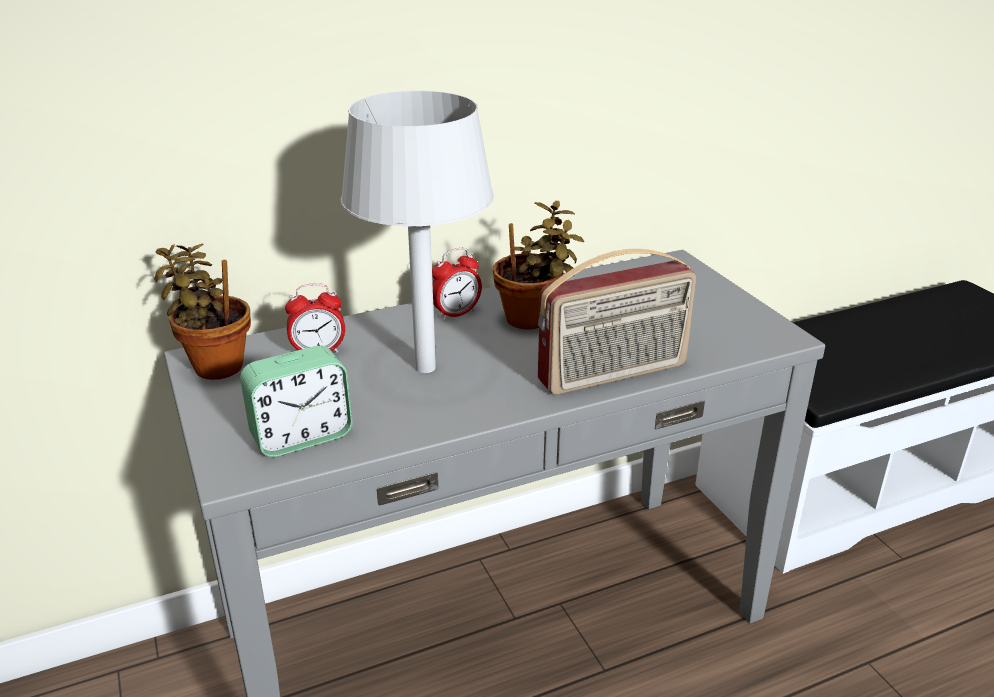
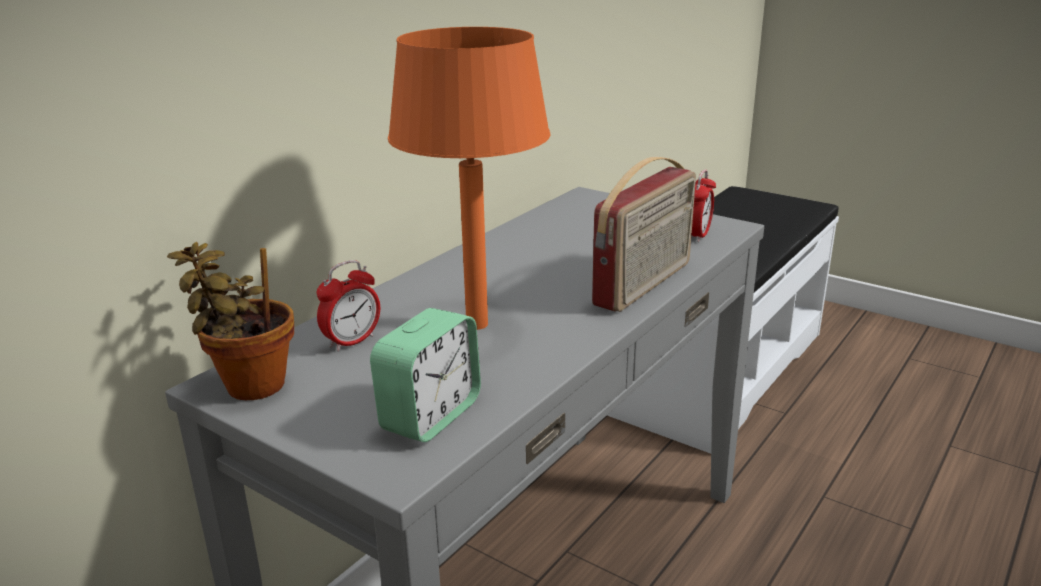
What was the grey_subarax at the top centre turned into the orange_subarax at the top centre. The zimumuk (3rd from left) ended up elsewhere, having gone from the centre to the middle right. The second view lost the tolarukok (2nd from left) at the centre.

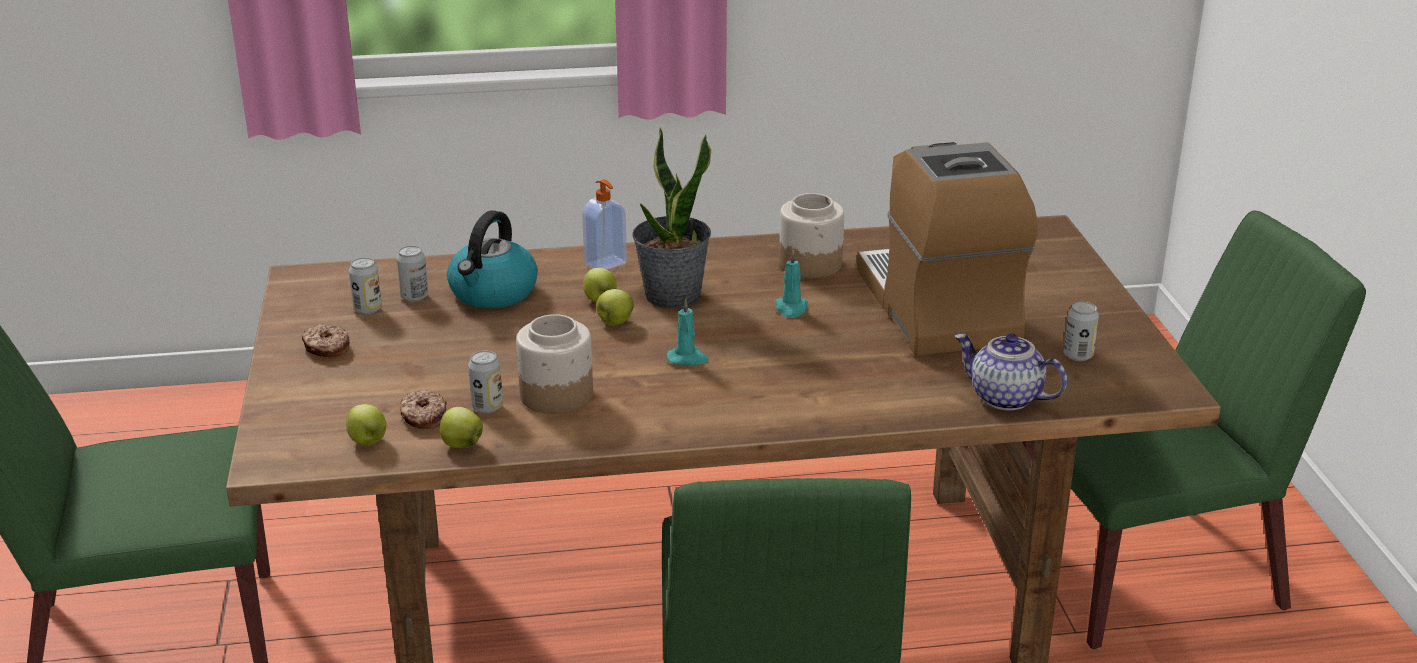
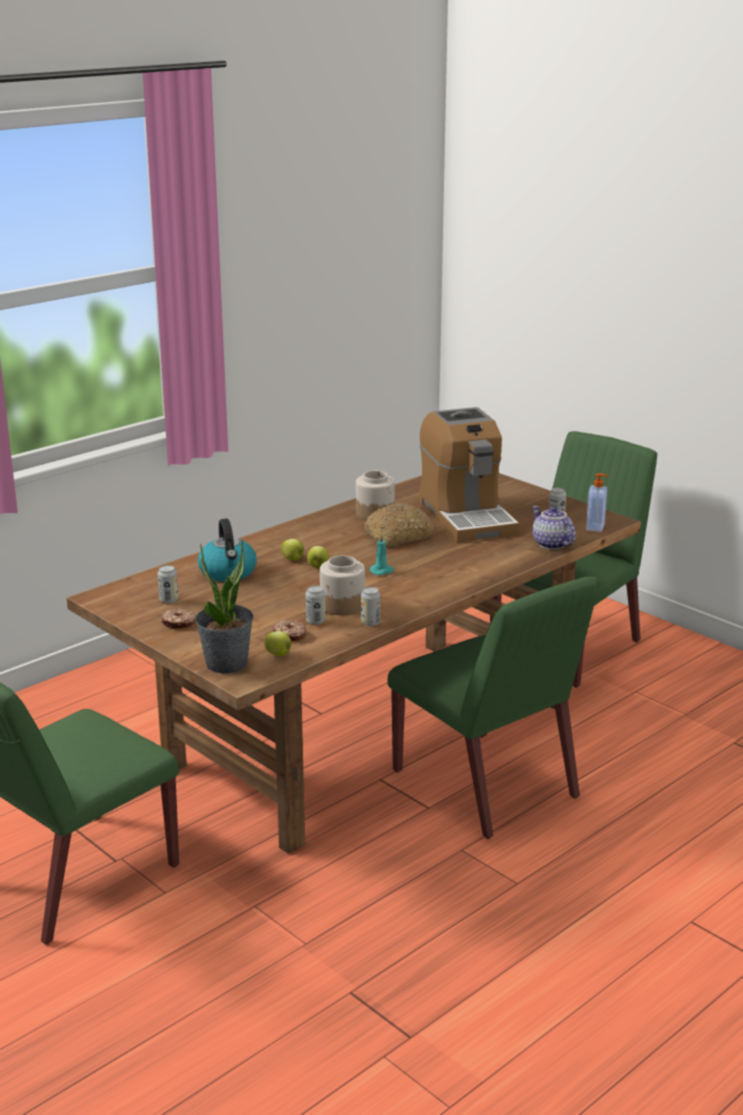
The tolarukok ended up elsewhere, having gone from the top centre to the middle left. The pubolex (2nd from left in the first image) ended up elsewhere, having gone from the middle left to the centre. Where the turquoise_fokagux (2nd from left) stood at the centre, the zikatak came to stand at the centre. The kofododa at the middle right ended up facing another way, 150 degrees counterclockwise from before. The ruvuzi at the middle right ended up facing another way, 60 degrees clockwise from before. The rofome ended up elsewhere, having gone from the centre to the middle right. The second view lost the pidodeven (2nd from left) at the middle left.

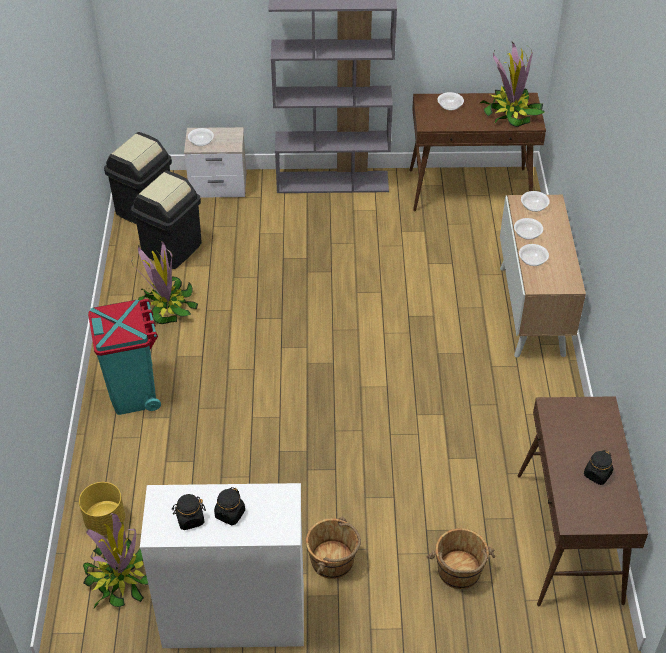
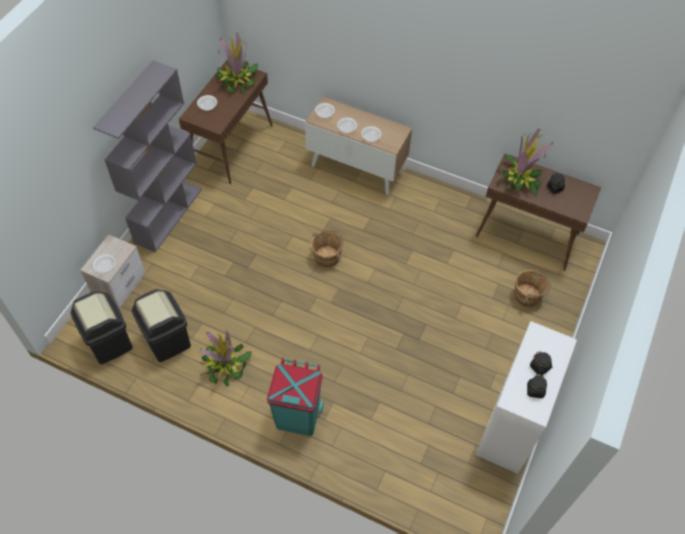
The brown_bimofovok (1st from left) ended up elsewhere, having gone from the bottom centre to the centre. The tolarukok (1st from left in the first image) ended up elsewhere, having gone from the bottom left to the top right. The second view lost the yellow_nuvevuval at the bottom left.

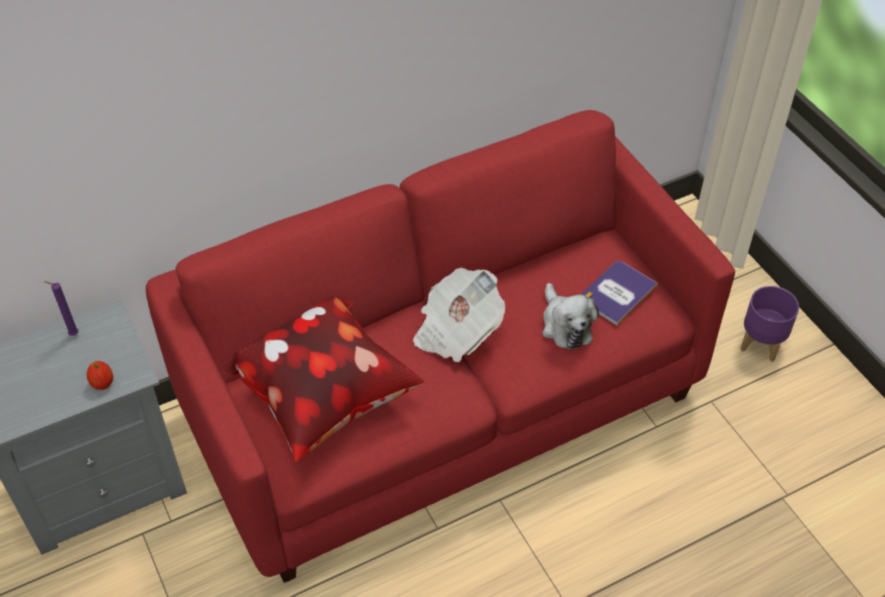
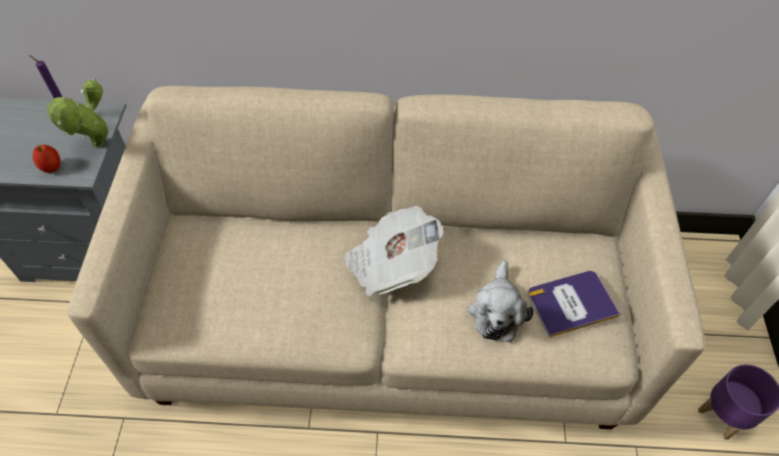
The second view gained the tolarukok at the top left. What was the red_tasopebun at the centre turned into the beige_tasopebun at the centre. The second view lost the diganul at the centre.

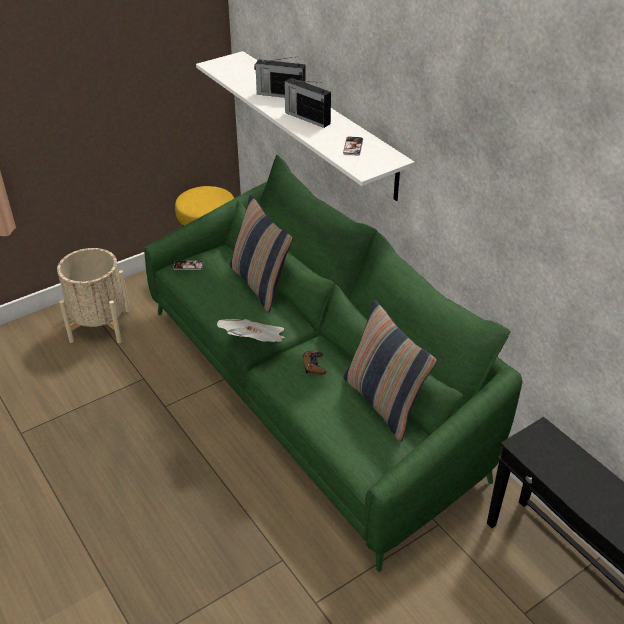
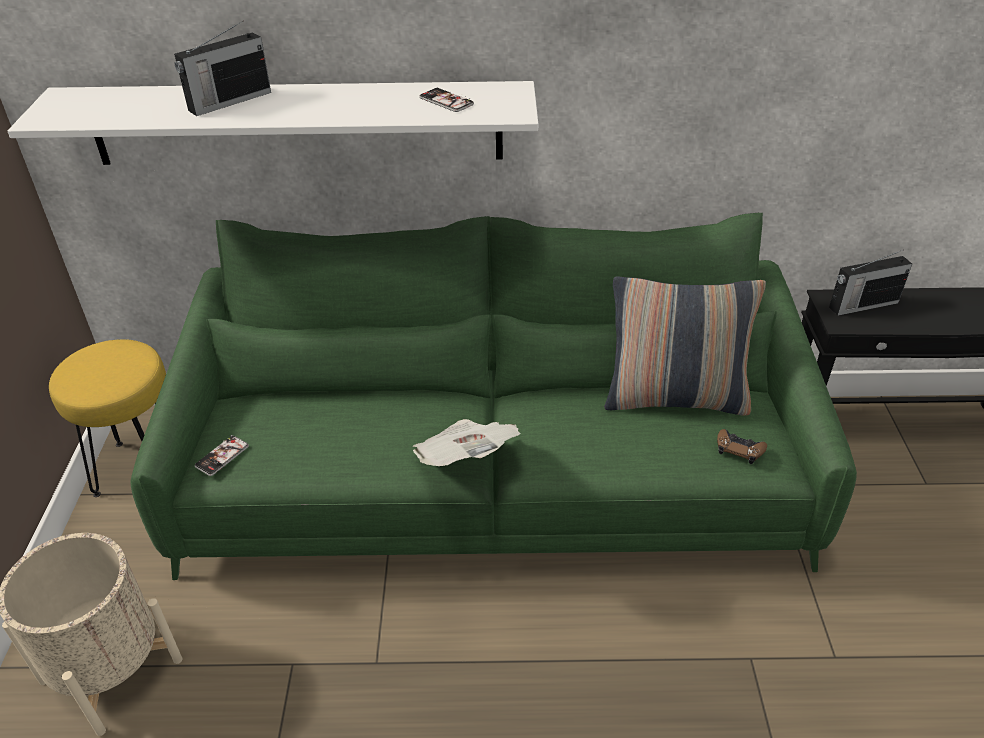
The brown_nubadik ended up elsewhere, having gone from the centre to the middle right. The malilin (2nd from left) ended up elsewhere, having gone from the top centre to the middle right. The second view lost the diganul (1st from left) at the centre.

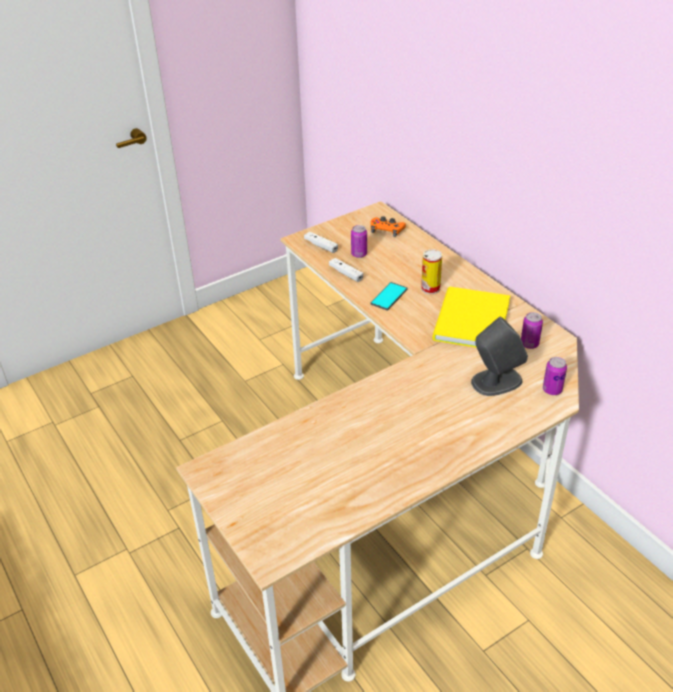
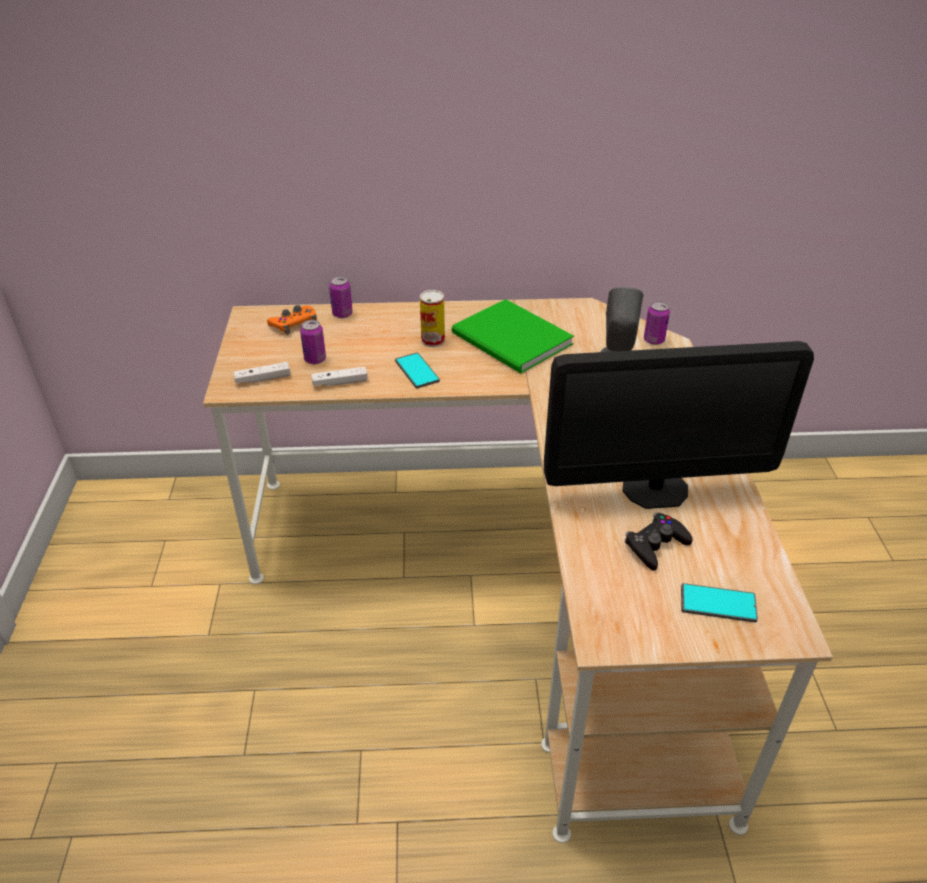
The pubolex (3rd from left in the first image) ended up elsewhere, having gone from the middle right to the centre. What was the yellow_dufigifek at the middle right turned into the green_dufigifek at the centre. The second view gained the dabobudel at the middle right. The second view gained the black_nubadik at the middle right. The second view gained the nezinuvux (2nd from left) at the bottom right.

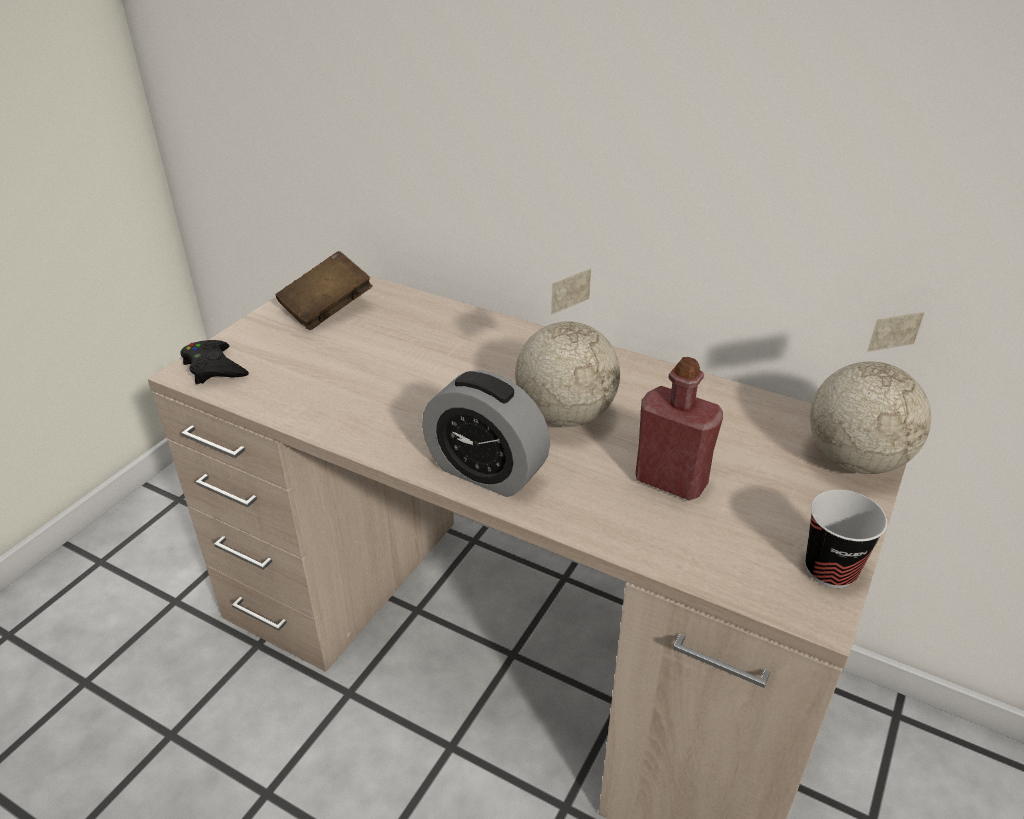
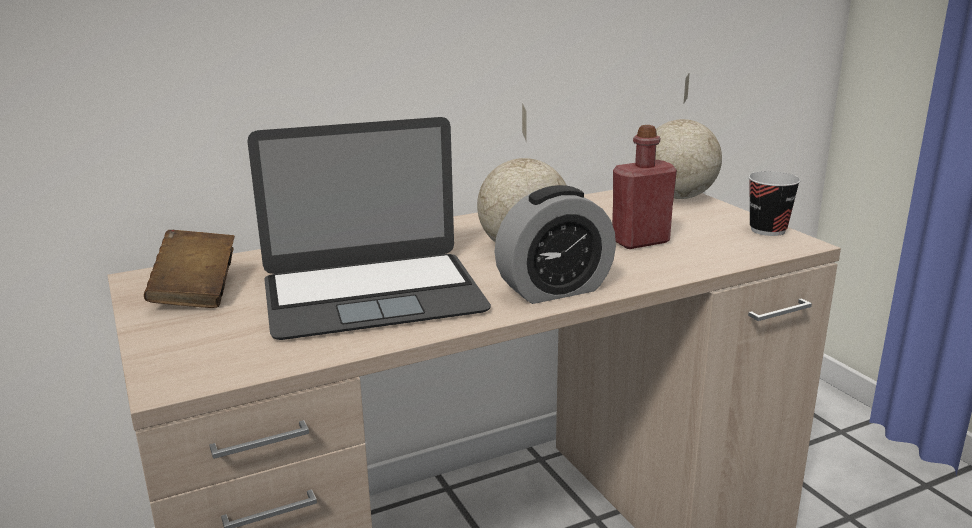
The second view gained the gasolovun at the centre. The second view lost the black_nubadik at the middle left.

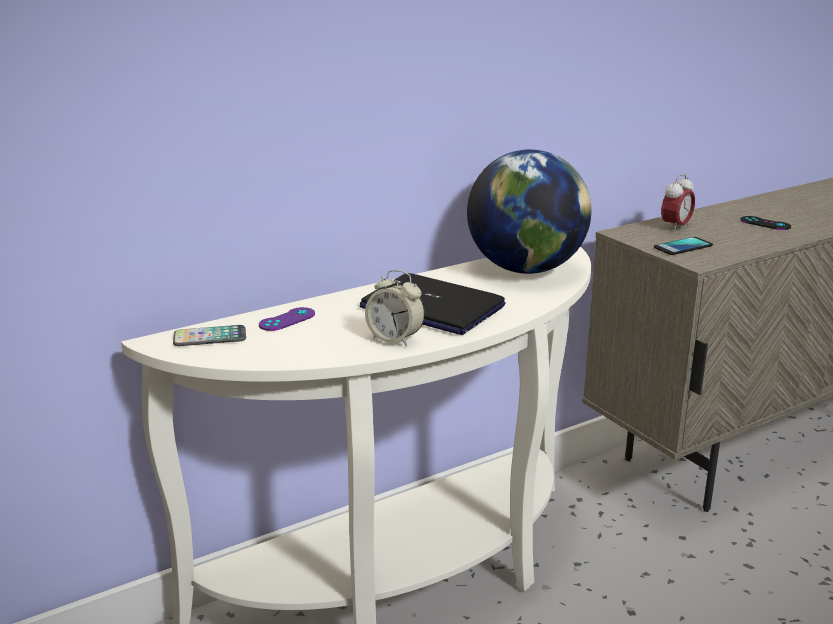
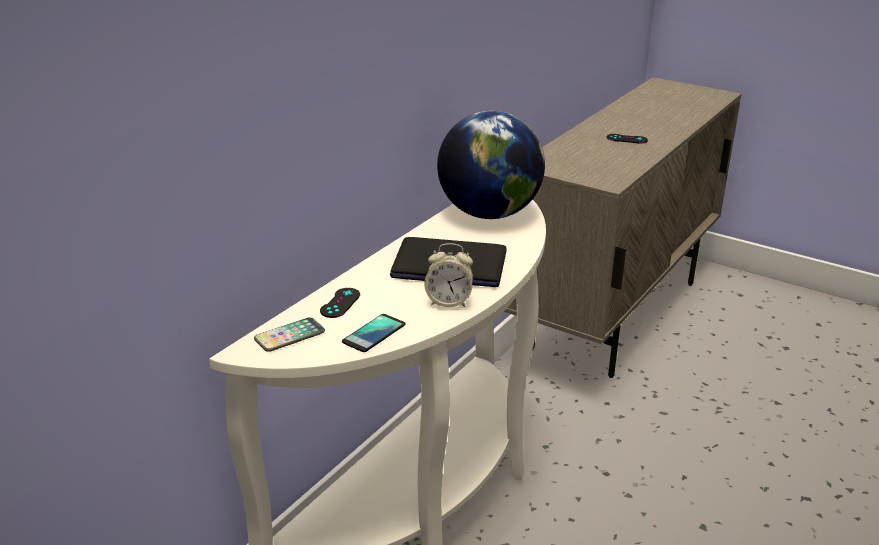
What was the purple_nubadik at the centre turned into the black_nubadik (1st from left) at the centre. The nezinuvux (2nd from left) ended up elsewhere, having gone from the middle right to the centre. The second view lost the zimumuk (2nd from left) at the top right.

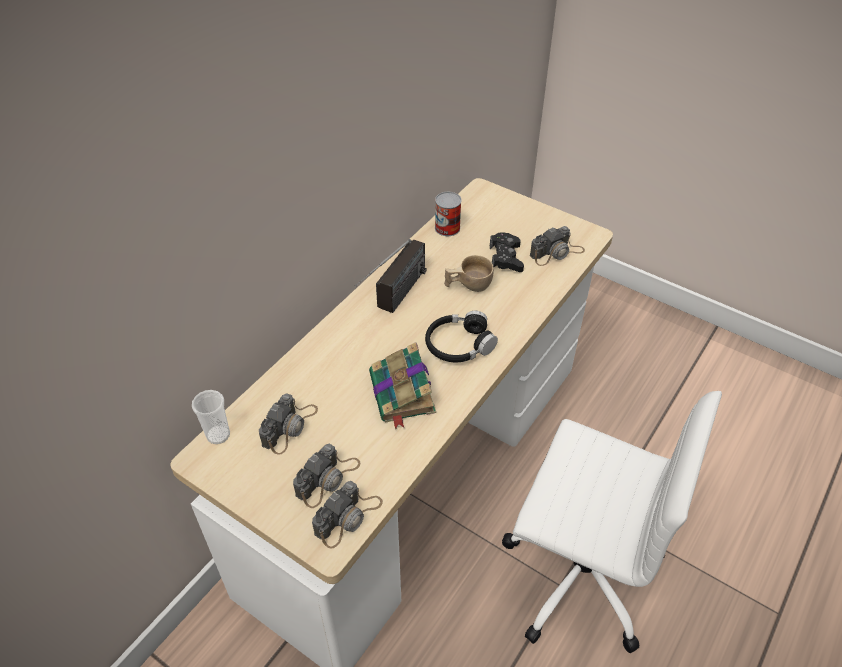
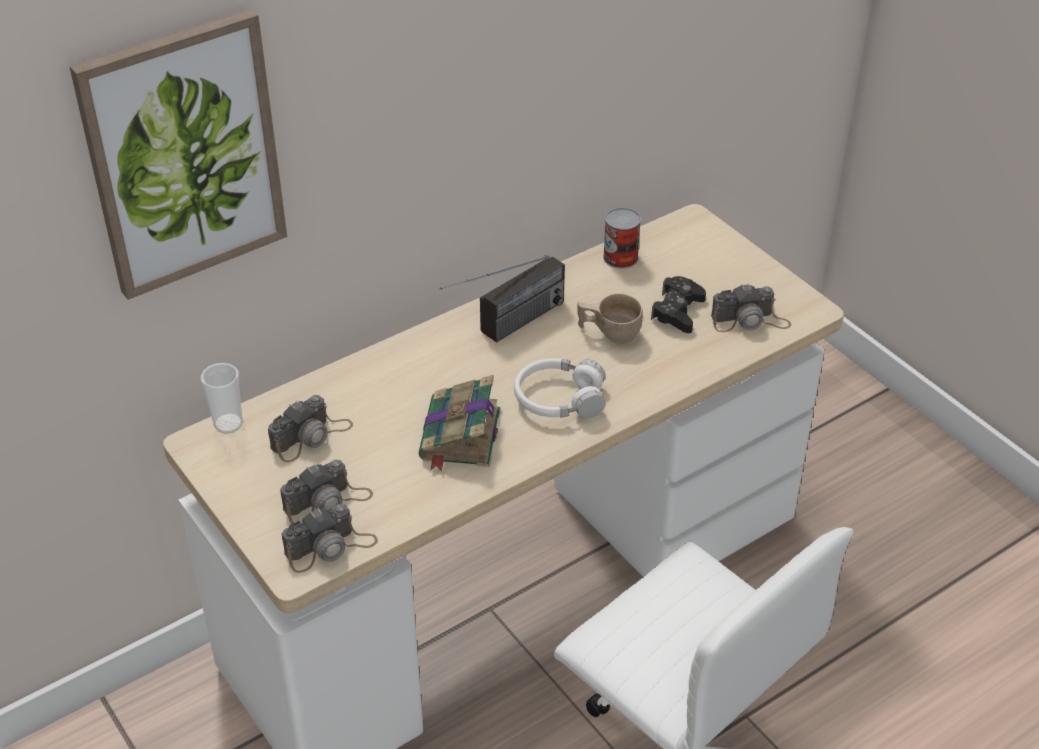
The second view gained the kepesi at the top left. What was the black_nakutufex at the centre turned into the white_nakutufex at the centre.

